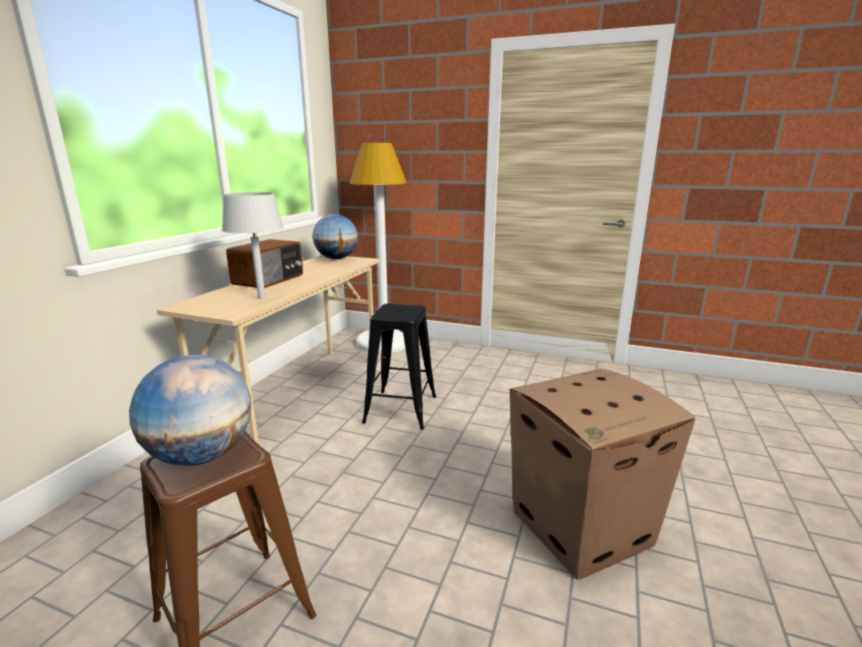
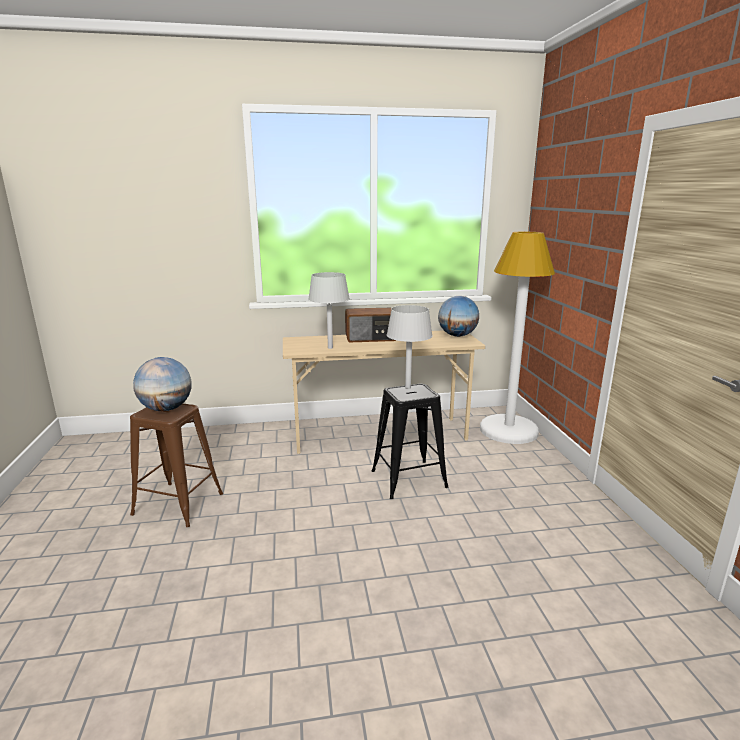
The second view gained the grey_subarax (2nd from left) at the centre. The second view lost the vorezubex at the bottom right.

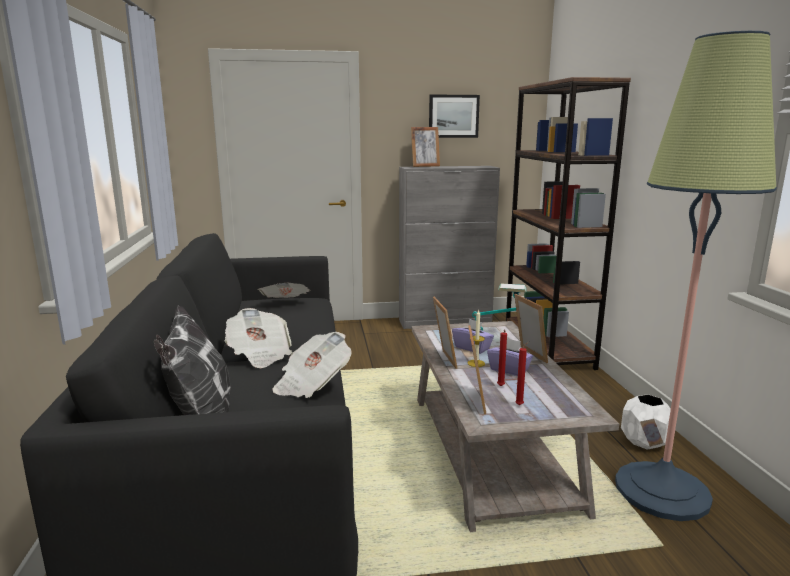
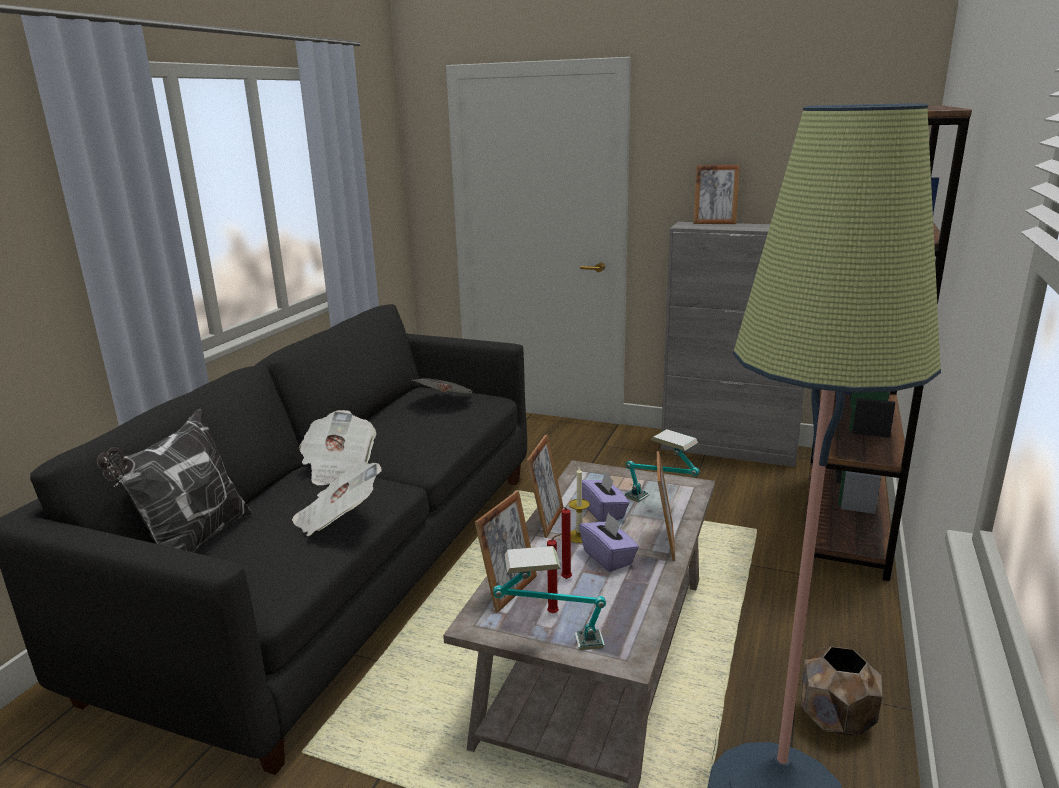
The second view gained the subarax (1st from left) at the bottom centre. What was the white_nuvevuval at the bottom right turned into the brown_nuvevuval at the bottom right. The second view lost the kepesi at the top centre.

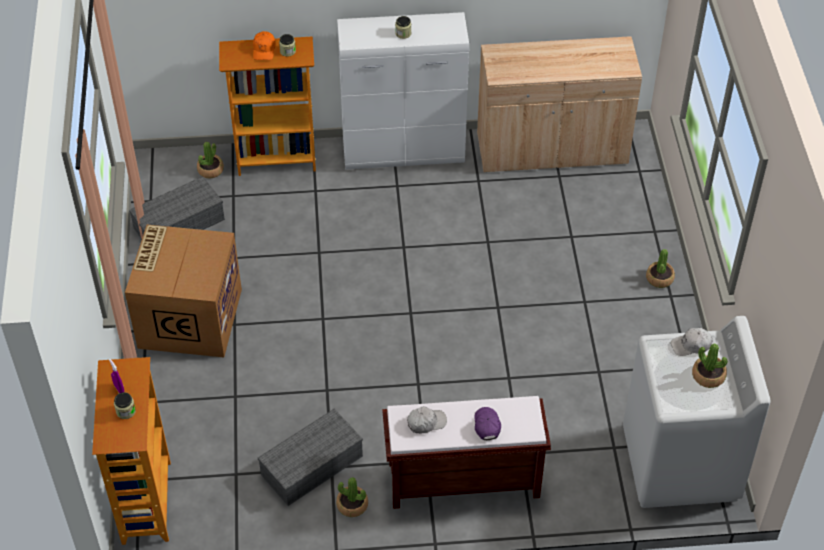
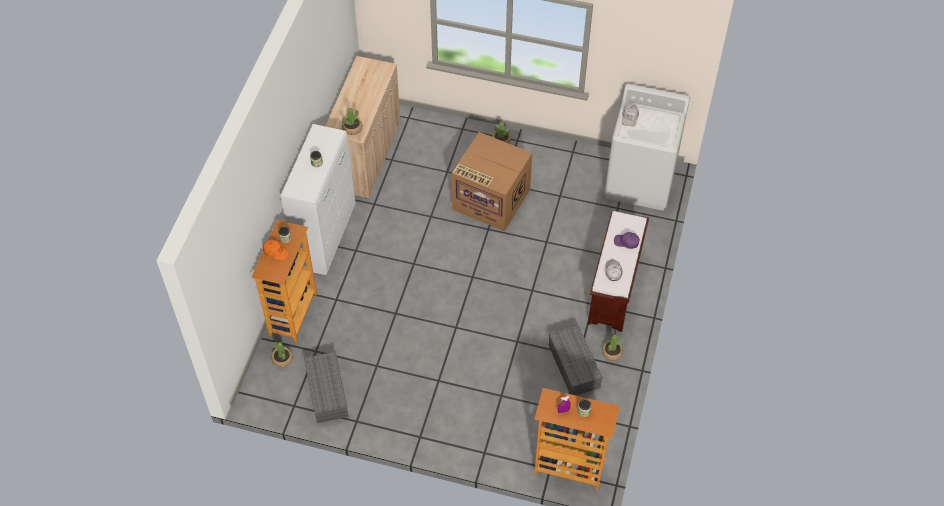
The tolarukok (4th from left in the first image) ended up elsewhere, having gone from the middle right to the top centre. The vorezubex ended up elsewhere, having gone from the middle left to the centre.

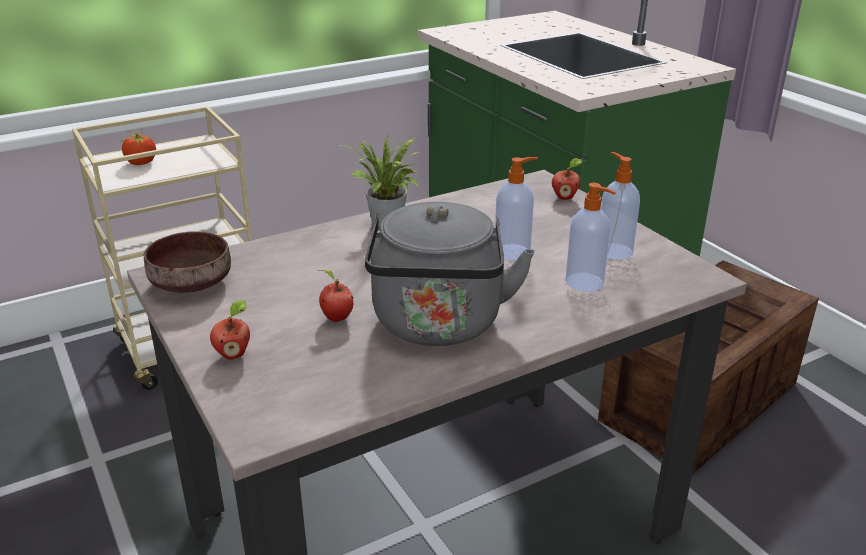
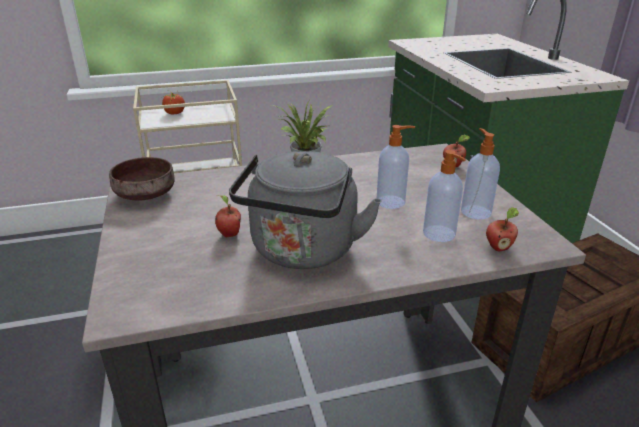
The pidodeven (1st from left in the first image) ended up elsewhere, having gone from the middle left to the middle right.

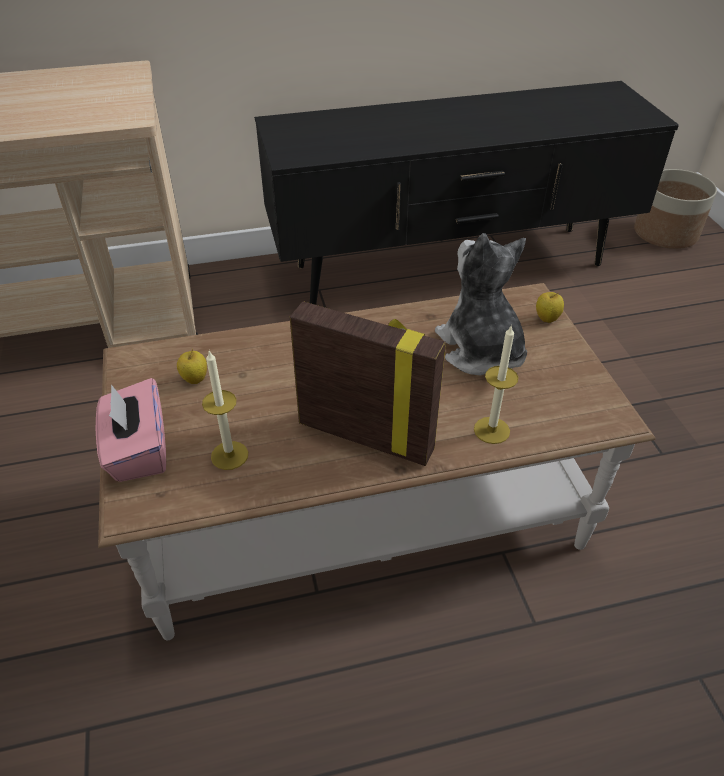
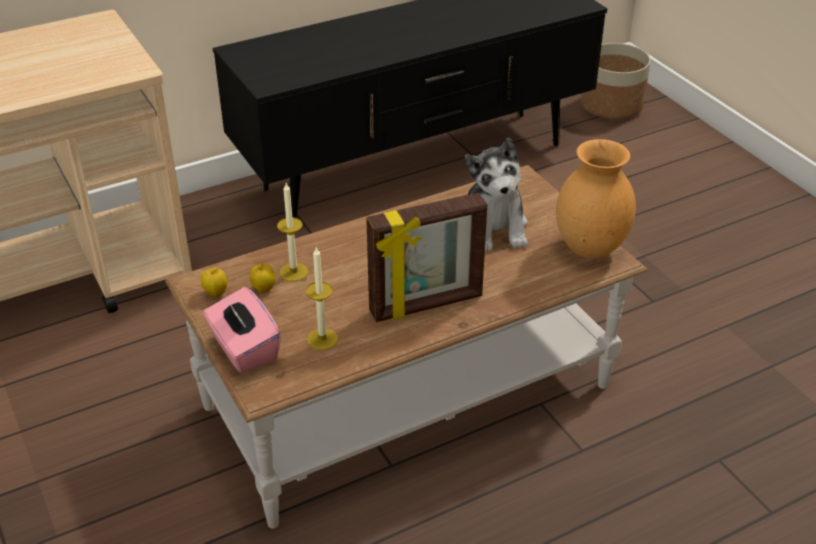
The pidodeven (2nd from left in the first image) ended up elsewhere, having gone from the middle right to the middle left. The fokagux (2nd from left in the first image) ended up elsewhere, having gone from the middle right to the centre. The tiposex at the centre ended up facing another way, 150 degrees clockwise from before. The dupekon at the centre ended up facing another way, 150 degrees counterclockwise from before. The second view gained the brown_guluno at the middle right.

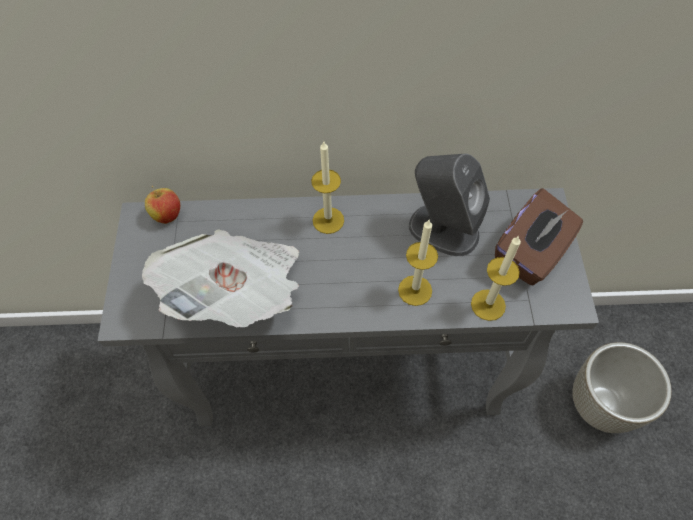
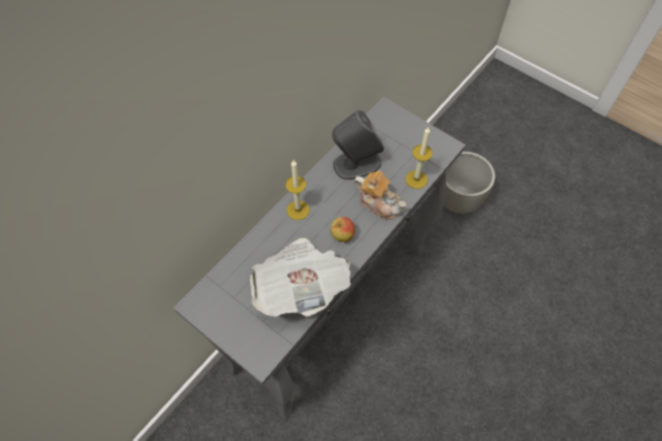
The pidodeven ended up elsewhere, having gone from the middle left to the centre. Where the fokagux (2nd from left) stood at the centre, the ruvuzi came to stand at the centre. The second view lost the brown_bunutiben at the middle right.

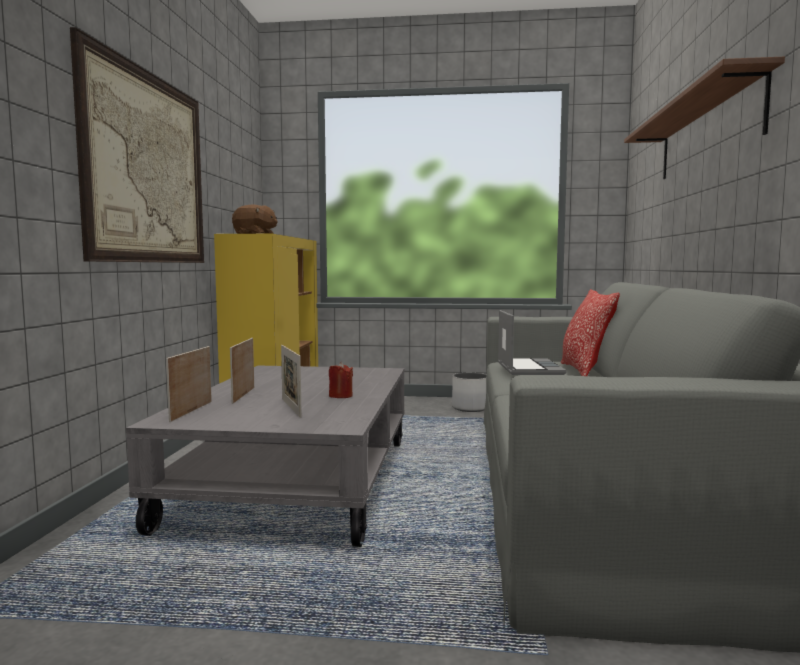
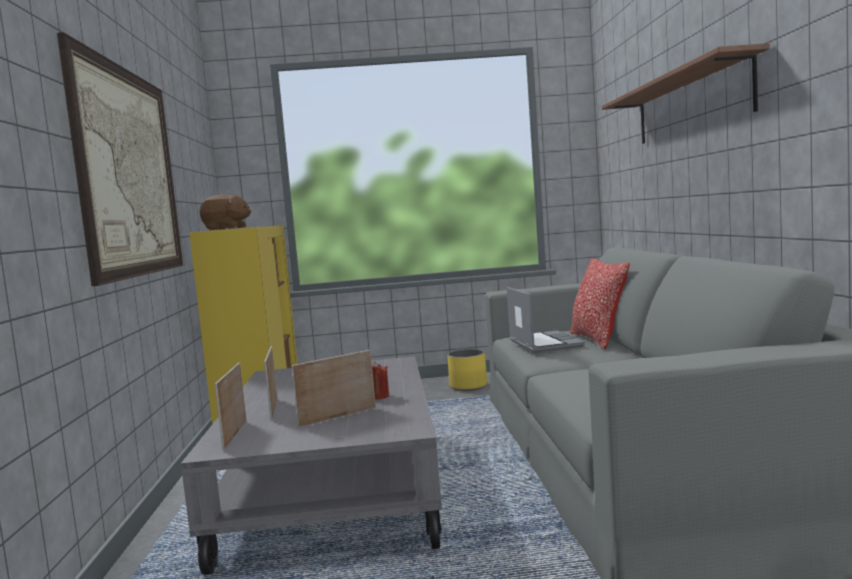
The tiposex (3rd from left) at the centre ended up facing another way, 90 degrees clockwise from before. What was the white_nuvevuval at the centre turned into the yellow_nuvevuval at the centre.

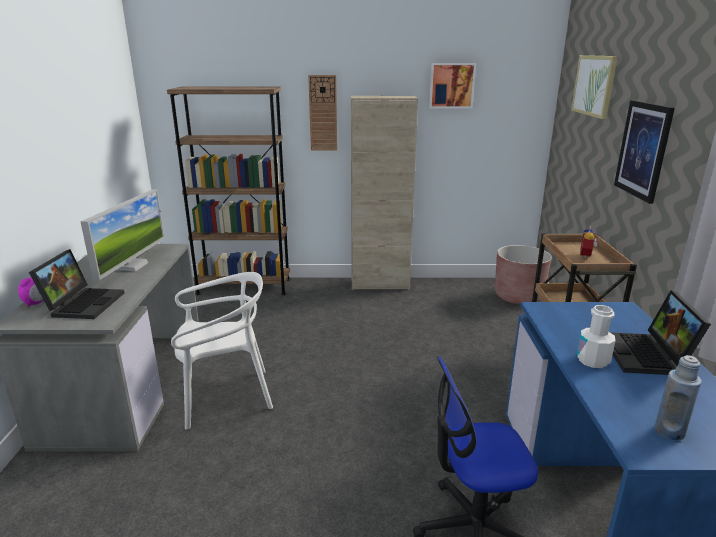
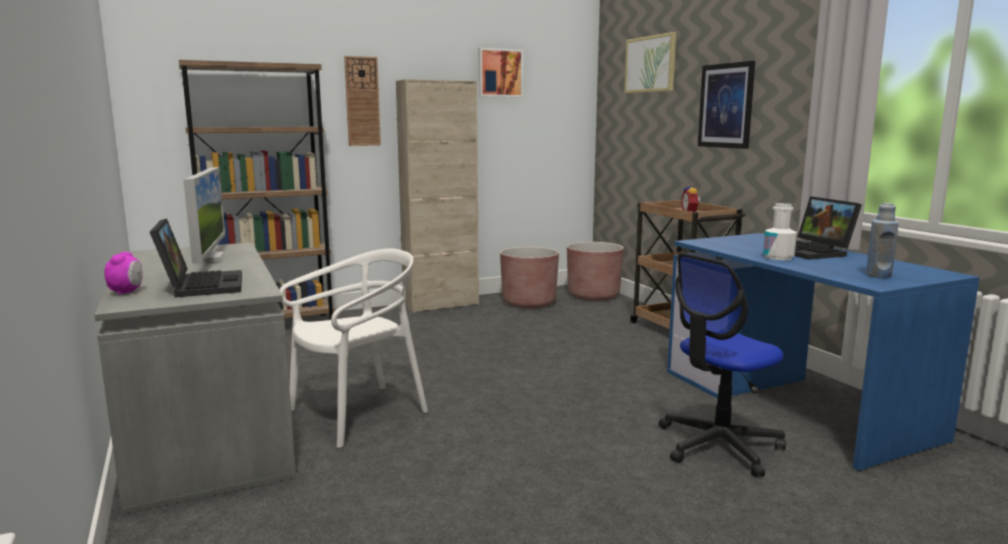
The second view gained the brown_nuvevuval (1st from left) at the centre.

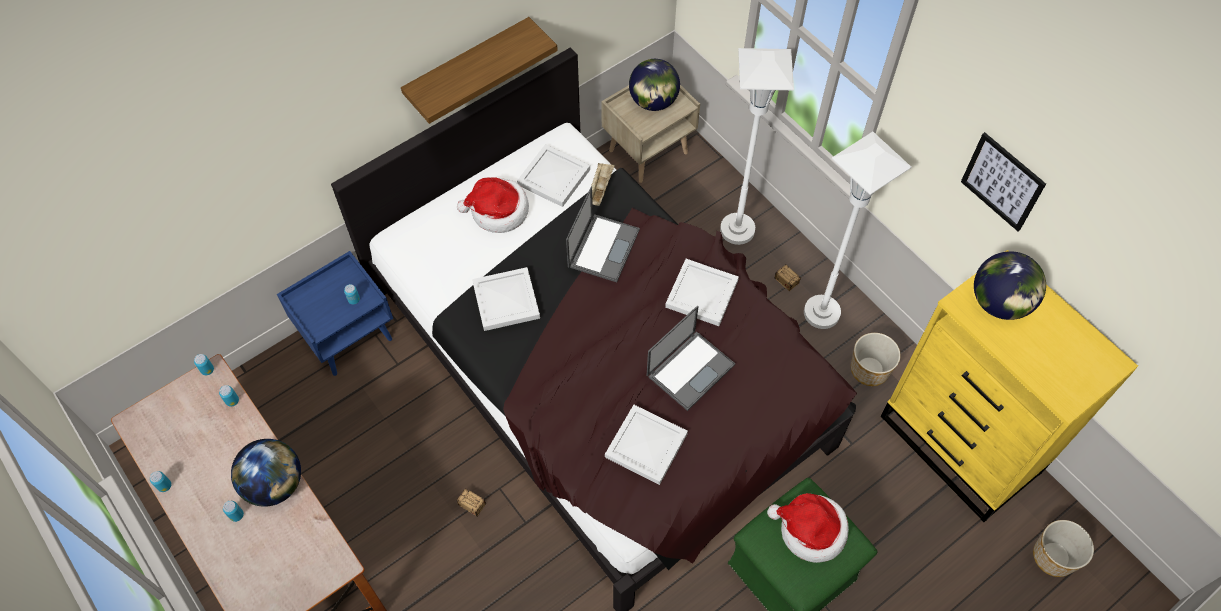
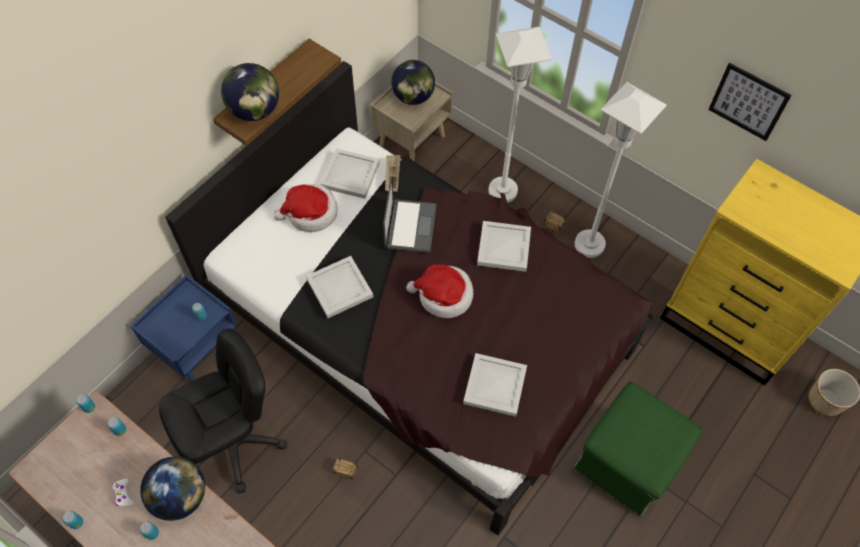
The second view gained the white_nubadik at the bottom left. The second view gained the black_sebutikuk at the bottom left. The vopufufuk (3rd from left in the first image) ended up elsewhere, having gone from the middle right to the top left. The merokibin (2nd from left) ended up elsewhere, having gone from the bottom centre to the centre. The second view lost the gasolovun (2nd from left) at the centre. The second view lost the nuvevuval (1st from left) at the middle right.

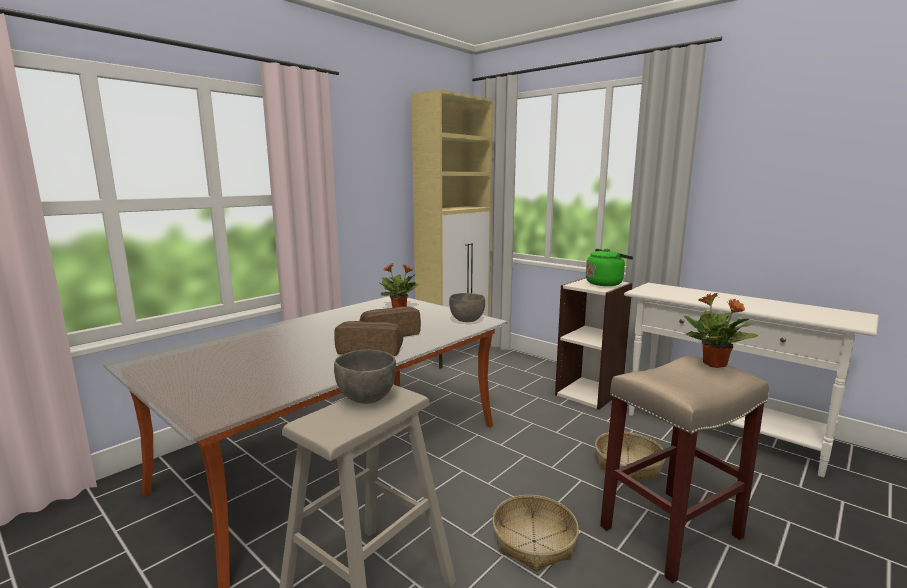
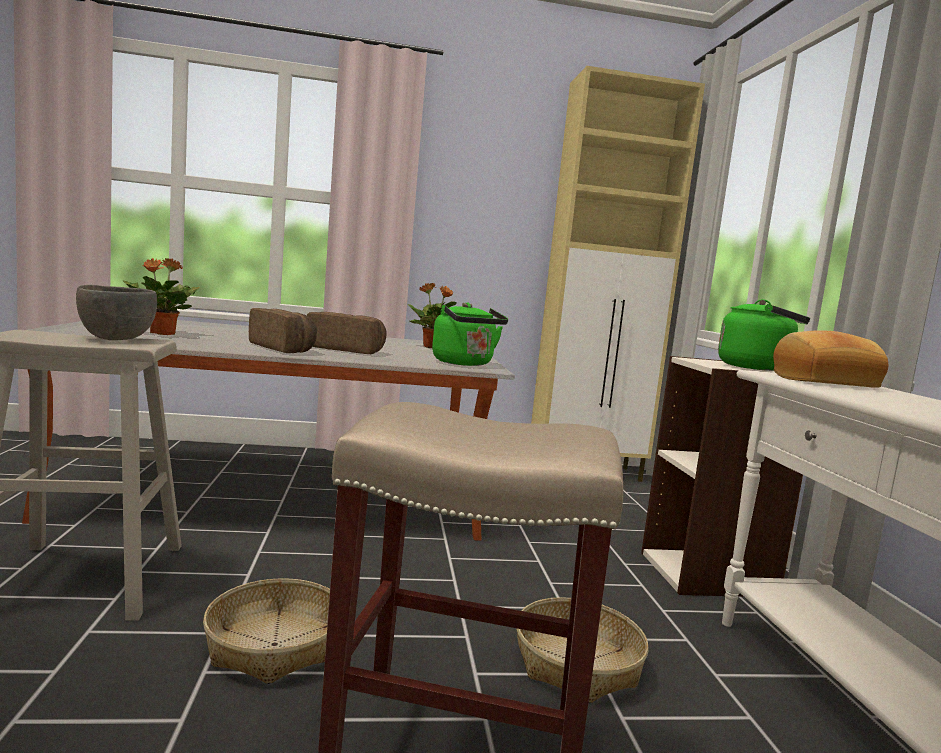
The tolarukok (2nd from left in the first image) ended up elsewhere, having gone from the middle right to the middle left. Where the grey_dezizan (2nd from left) stood at the centre, the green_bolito (1st from left) came to stand at the centre. The second view gained the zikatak (3rd from left) at the middle right.

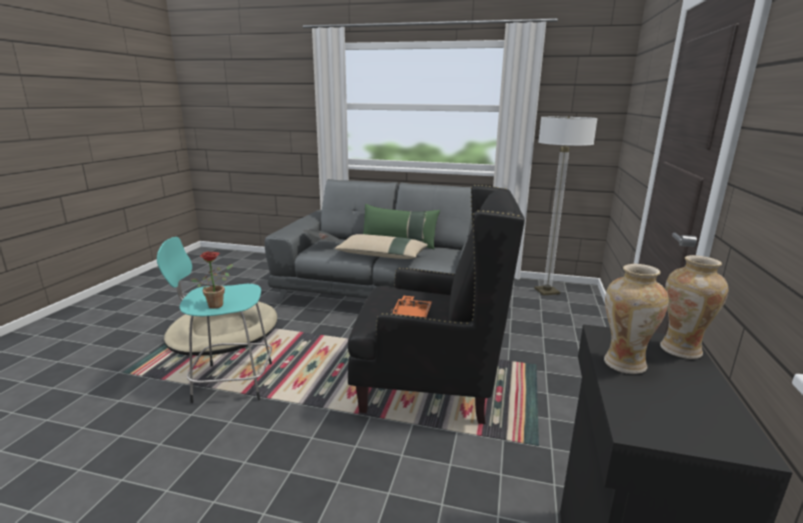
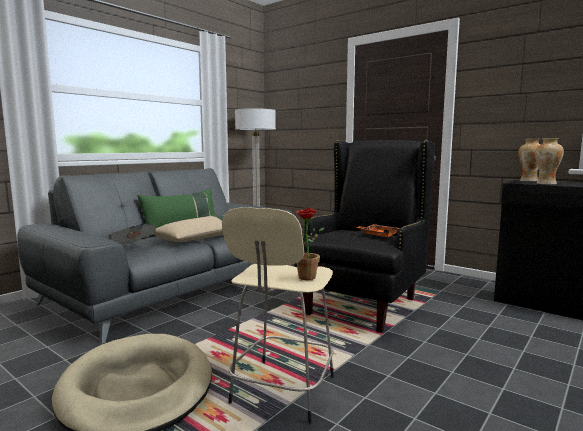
What was the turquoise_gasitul at the middle left turned into the beige_gasitul at the bottom centre.

